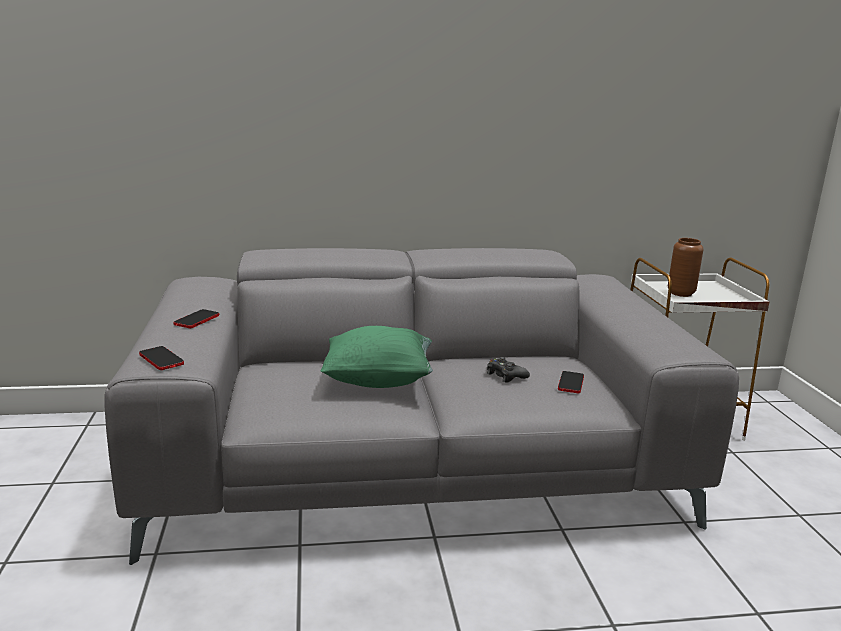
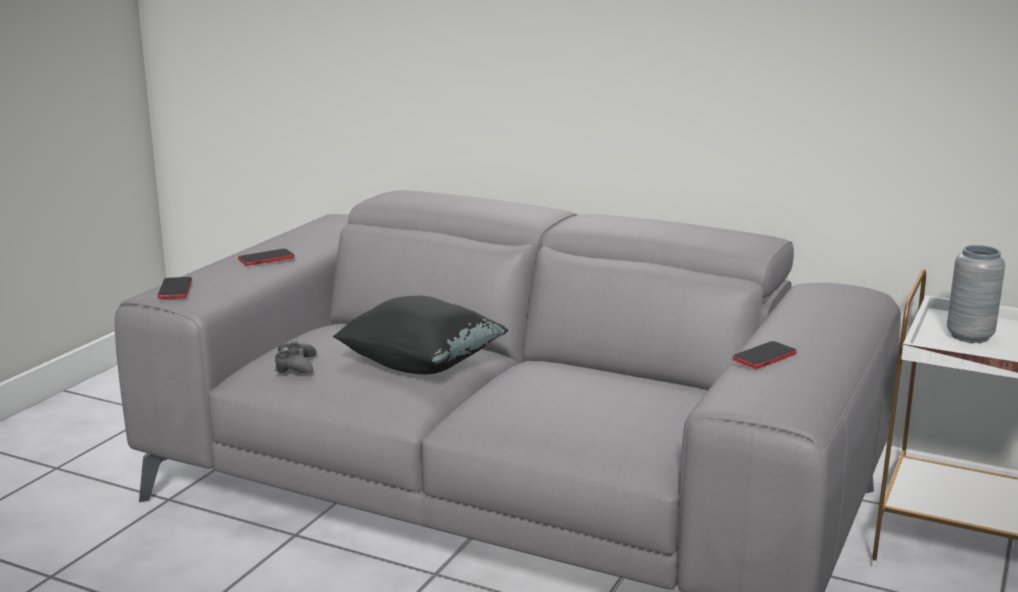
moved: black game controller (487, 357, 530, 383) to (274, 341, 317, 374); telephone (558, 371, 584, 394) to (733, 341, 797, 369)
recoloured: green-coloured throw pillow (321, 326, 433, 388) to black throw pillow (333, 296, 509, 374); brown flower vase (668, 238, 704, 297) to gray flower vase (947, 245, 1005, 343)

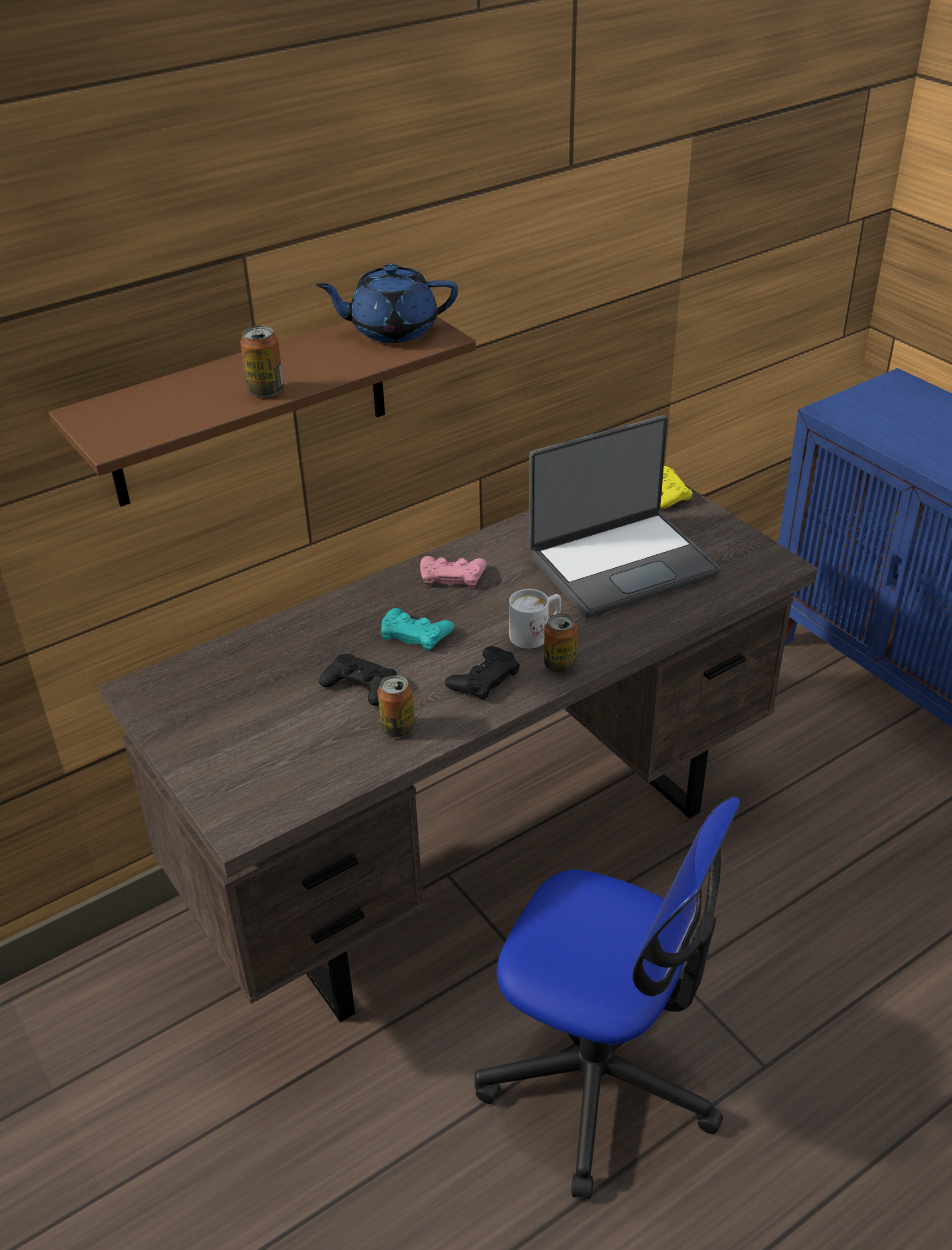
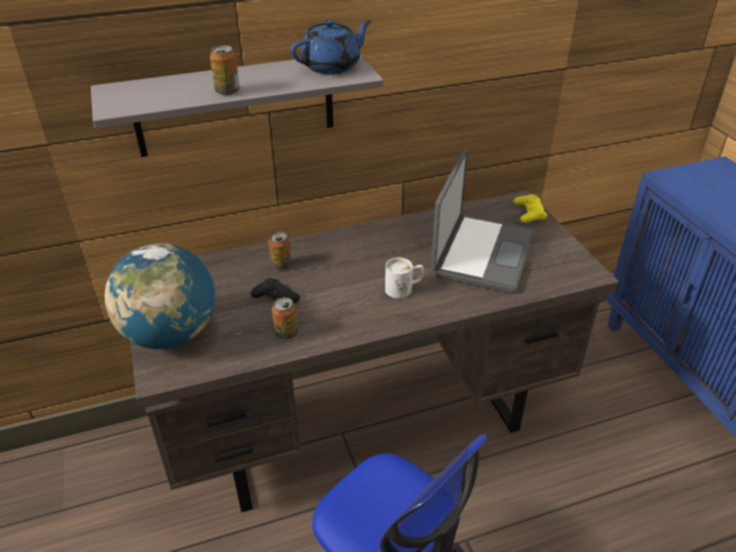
removed: blue-green game controller (380, 608, 454, 651); pink-coloured game controller (420, 556, 486, 588); black game controller (445, 646, 520, 700)
added: world globe (105, 243, 215, 349)
moved: can (544, 613, 577, 673) to (268, 232, 292, 270)
recoloured: brown wall shelf (48, 317, 476, 507) to gray wall shelf (91, 55, 383, 157)
turned: blue-coloured tea pot (316, 263, 458, 343) = (290, 19, 372, 74) 135 degrees clockwise; portable computer (529, 415, 721, 618) = (431, 150, 534, 294) 60 degrees counterclockwise

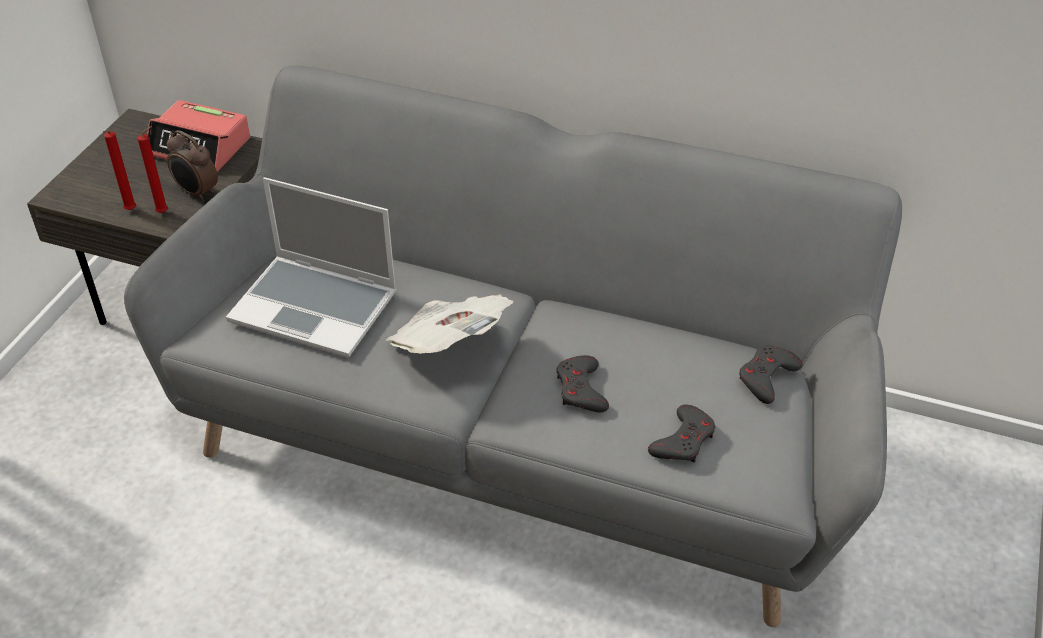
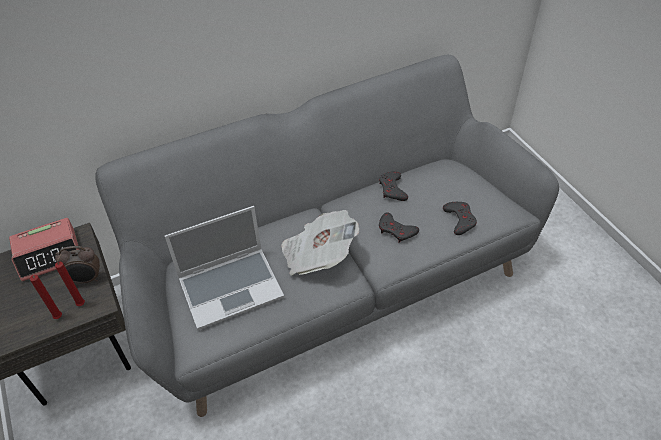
moved: gray game controller (739, 345, 803, 404) to (379, 171, 408, 201)

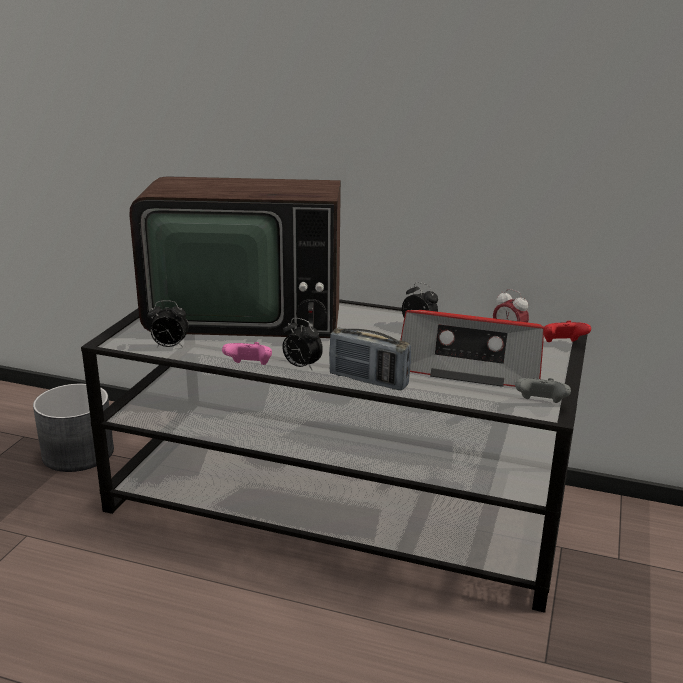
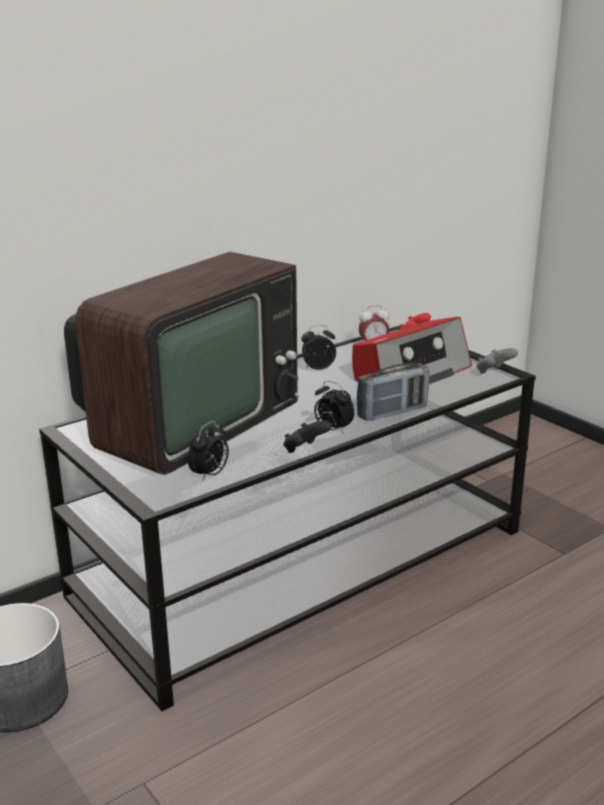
recoloured: pink-coloured game controller (222, 342, 272, 365) to black game controller (283, 420, 332, 453)
turned: bedside clock (282, 318, 323, 370) = (314, 381, 355, 434) 60 degrees clockwise

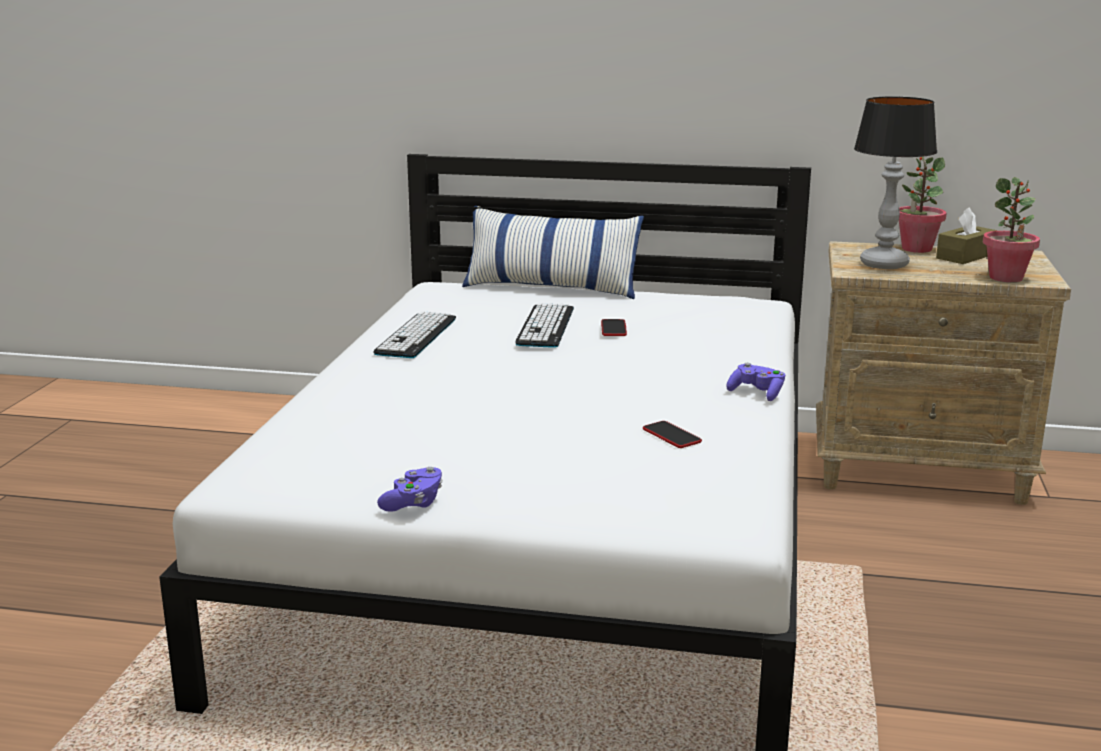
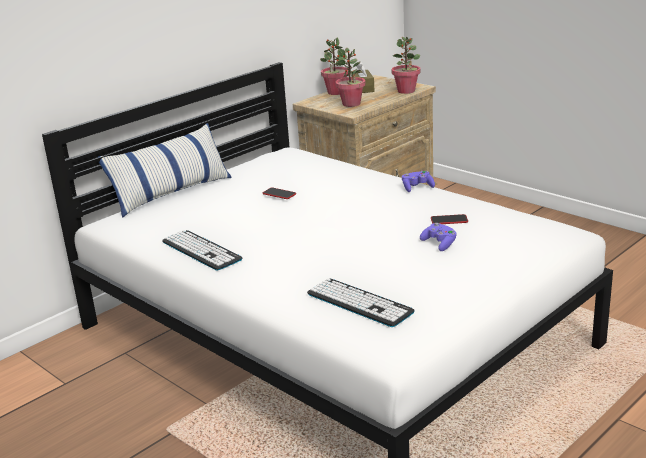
moved: purple game controller (377, 467, 443, 512) to (420, 223, 457, 251); keyboard (516, 303, 574, 348) to (307, 278, 415, 327)
replaced: lamp for a table (854, 96, 937, 269) to houseplant (335, 48, 366, 107)

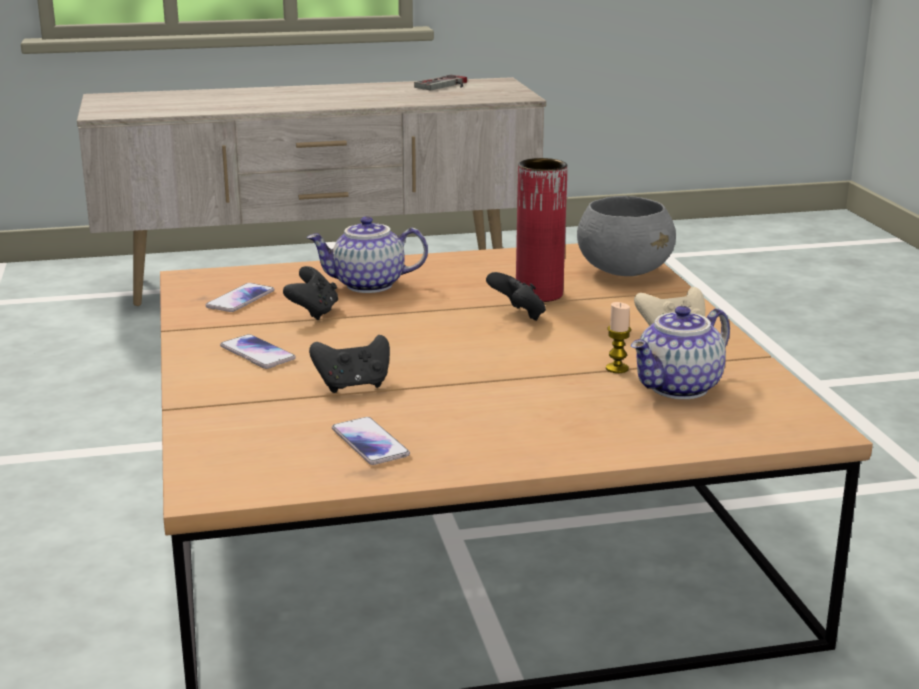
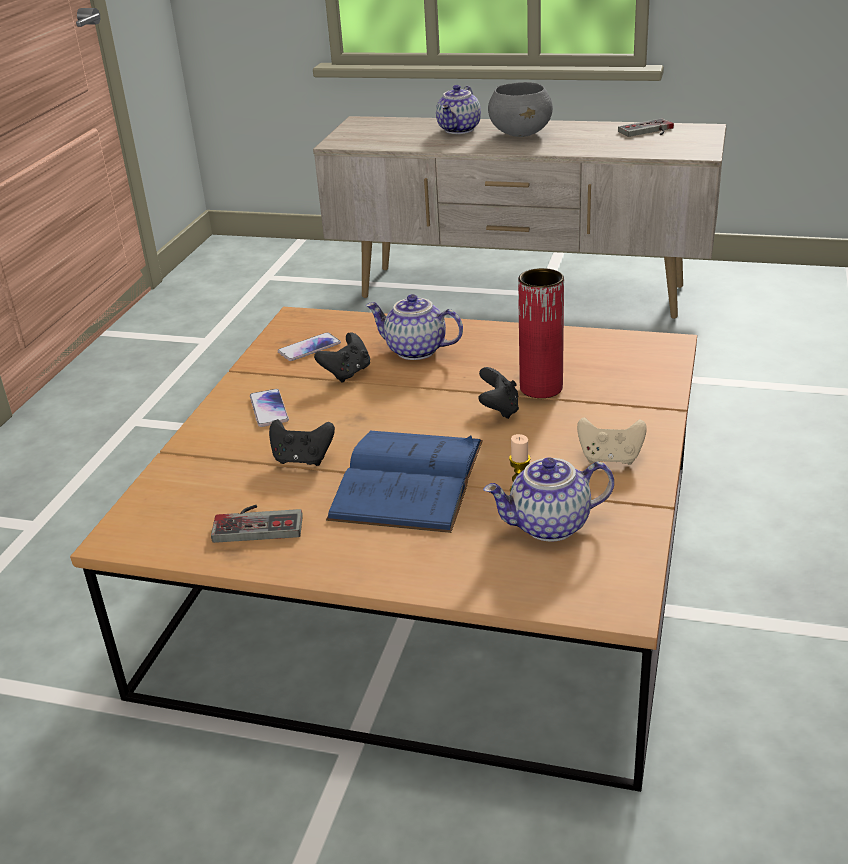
added: blue-coloured volume (326, 431, 483, 533); tea pot (436, 85, 481, 134)
moved: gray serving bowl (577, 196, 676, 276) to (488, 82, 553, 137)
replaced: telephone (332, 417, 410, 465) to game controller (211, 505, 303, 543)

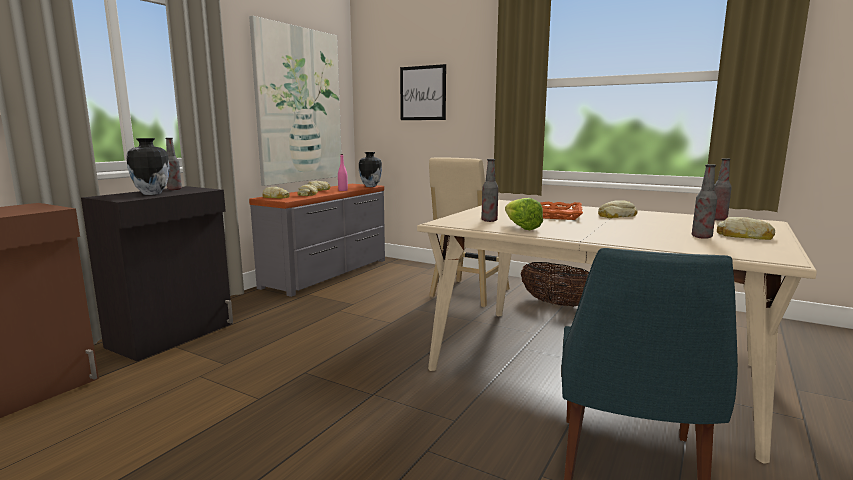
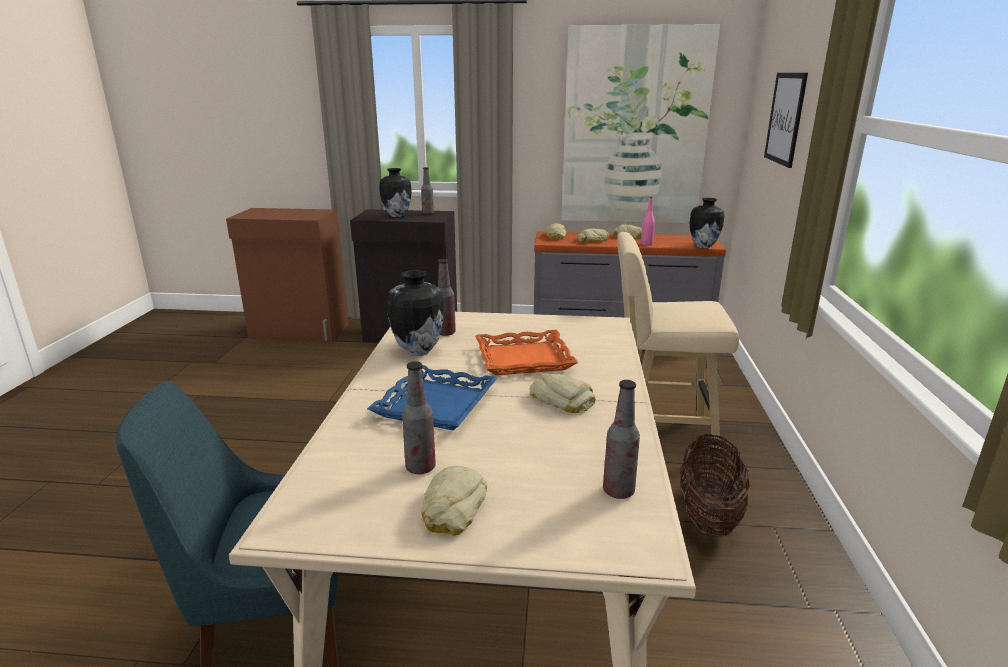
added: blue-coloured carrying tray (367, 365, 497, 430)
replaced: lettuce (505, 198, 543, 230) to flower vase (387, 270, 444, 356)

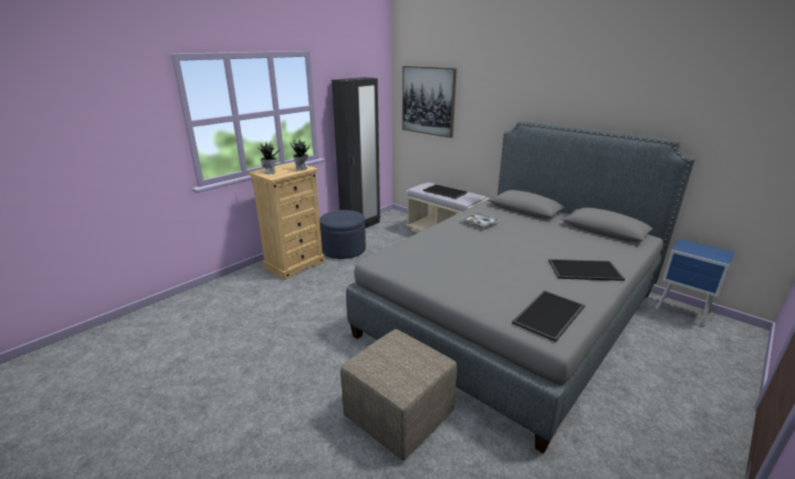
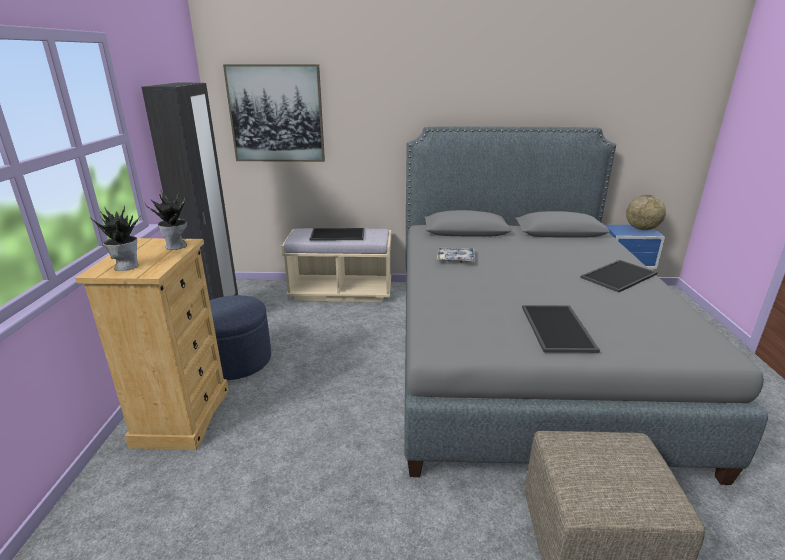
added: world globe (626, 195, 666, 230)
moved: carrying tray (512, 290, 585, 342) to (522, 305, 600, 353)

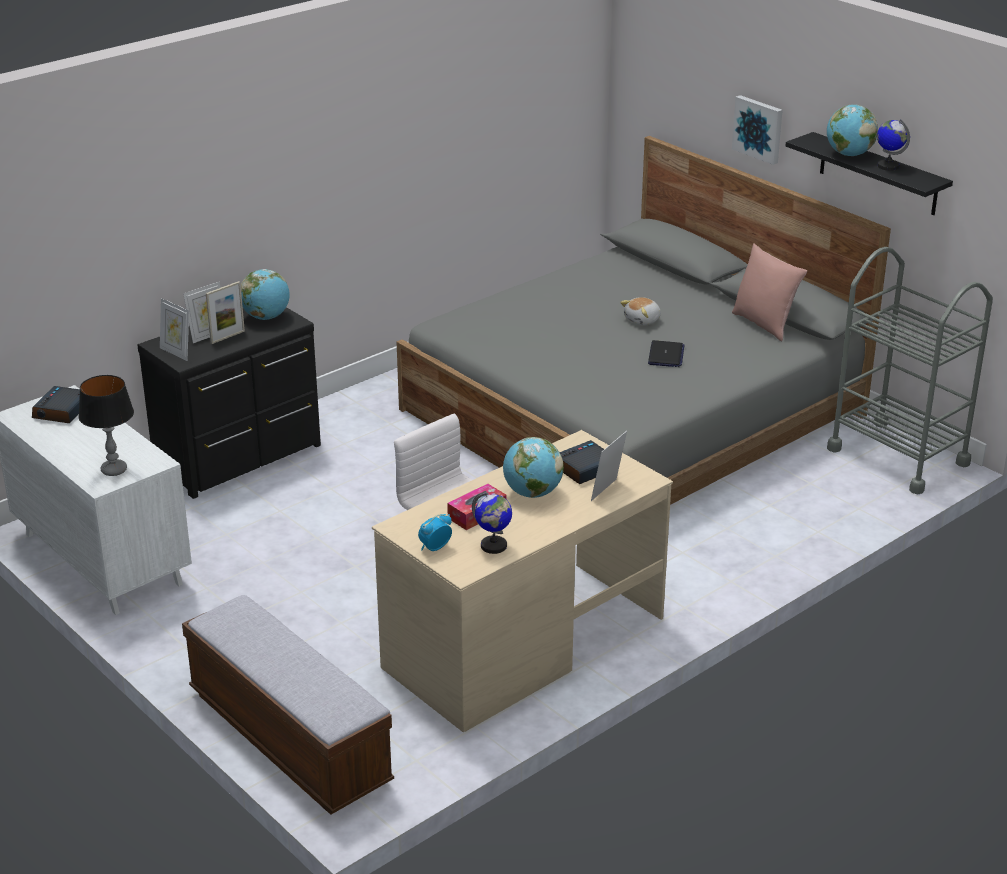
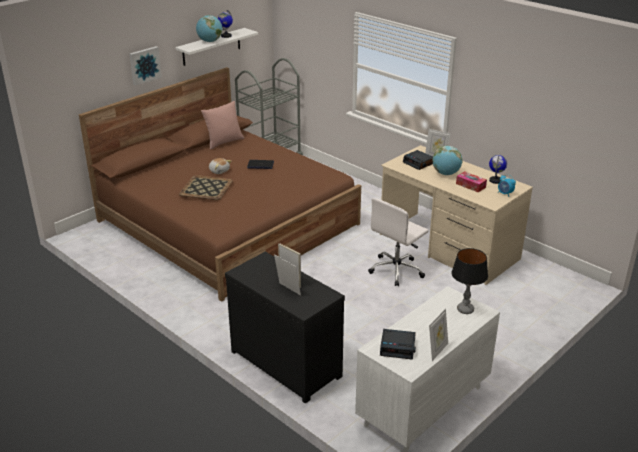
removed: long seat (182, 595, 394, 815); world globe (241, 269, 290, 320)
added: carrying tray (179, 175, 233, 200)
moved: photo frame (160, 298, 189, 361) to (429, 308, 448, 361)
recoloured: gray bed (397, 136, 891, 505) to brown bed (79, 67, 361, 302); black wall shelf (786, 132, 953, 215) to white-coloured wall shelf (175, 28, 258, 66)

